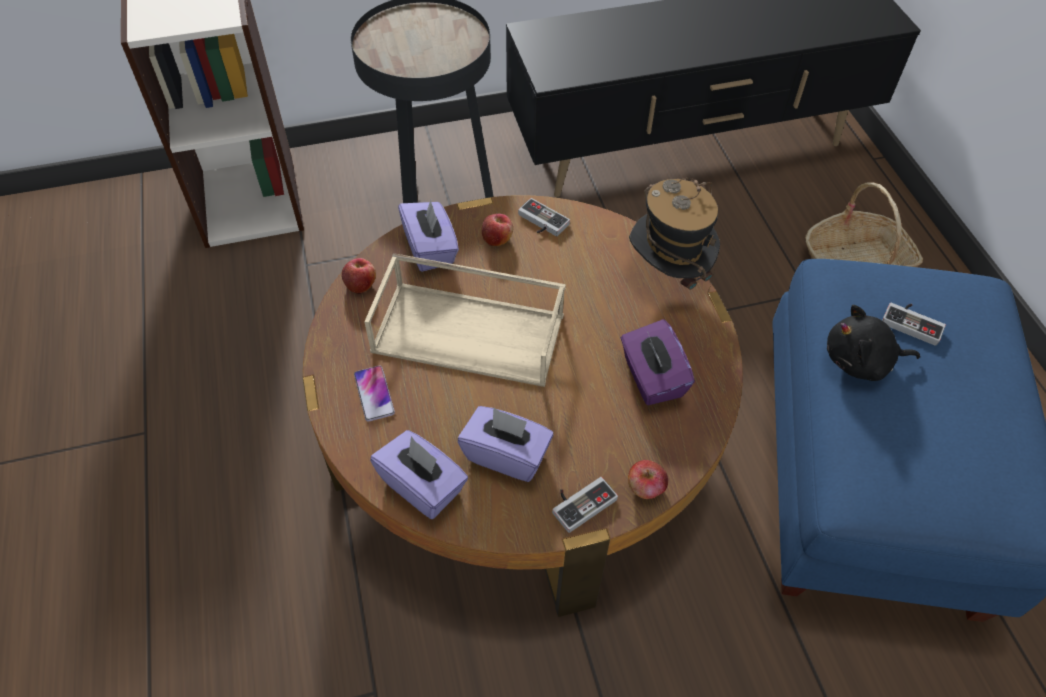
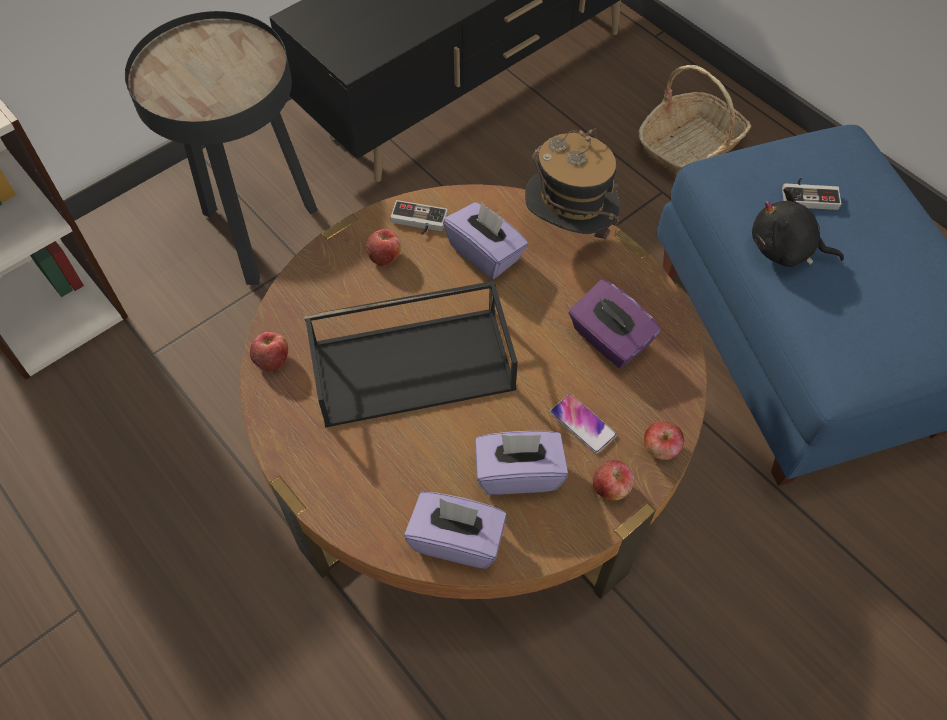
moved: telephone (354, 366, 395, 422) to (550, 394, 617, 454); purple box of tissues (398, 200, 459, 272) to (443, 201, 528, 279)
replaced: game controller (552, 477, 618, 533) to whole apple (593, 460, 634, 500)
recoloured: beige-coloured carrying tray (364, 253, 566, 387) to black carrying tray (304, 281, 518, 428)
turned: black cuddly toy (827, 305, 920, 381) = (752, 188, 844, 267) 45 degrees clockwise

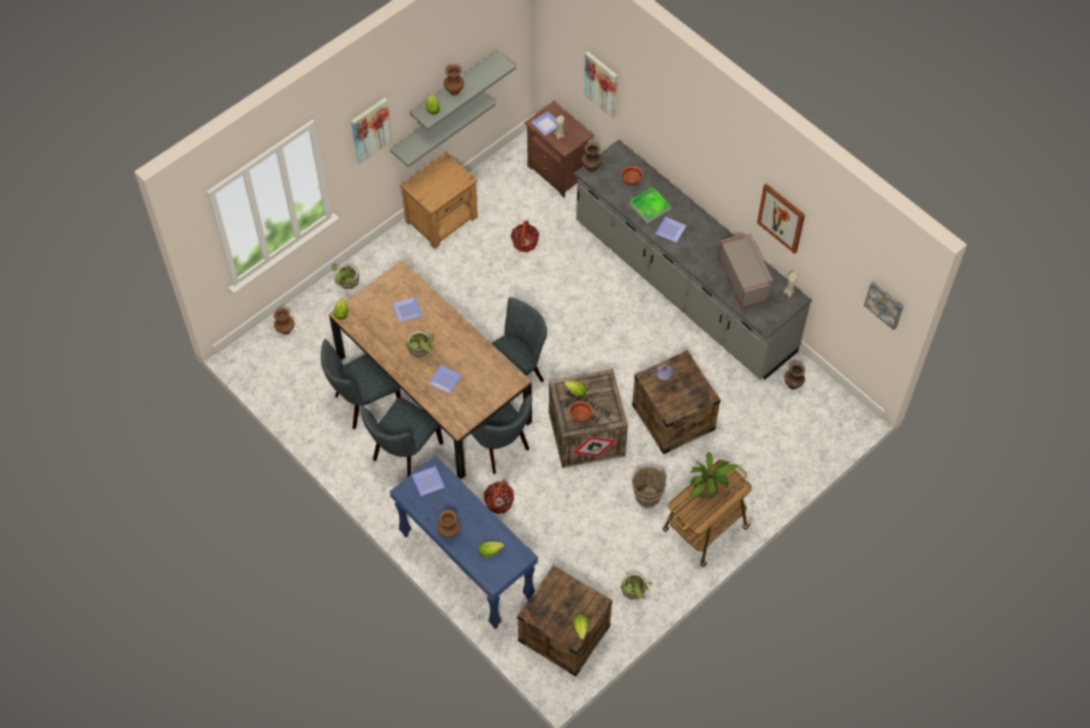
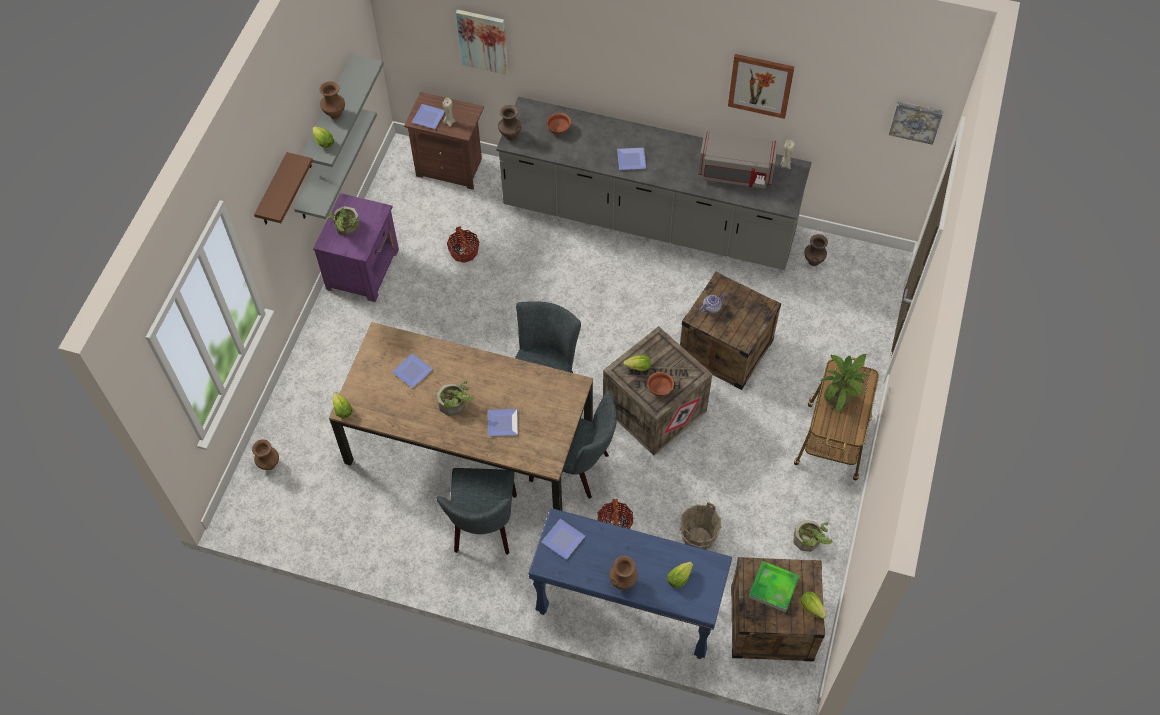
removed: gray chair (321, 339, 401, 429)
moved: houseplant (331, 262, 359, 289) to (327, 206, 360, 236); carrying tray (629, 187, 671, 224) to (748, 561, 800, 612); brown pail (632, 467, 667, 508) to (680, 502, 721, 550)
replaced: picture (351, 98, 392, 164) to brown wall shelf (254, 152, 313, 224)
recoloured: brown bedside table (400, 153, 478, 249) to purple bedside table (313, 193, 399, 302)
turned: gray microwave oven (718, 234, 773, 308) = (698, 131, 778, 188) 150 degrees clockwise

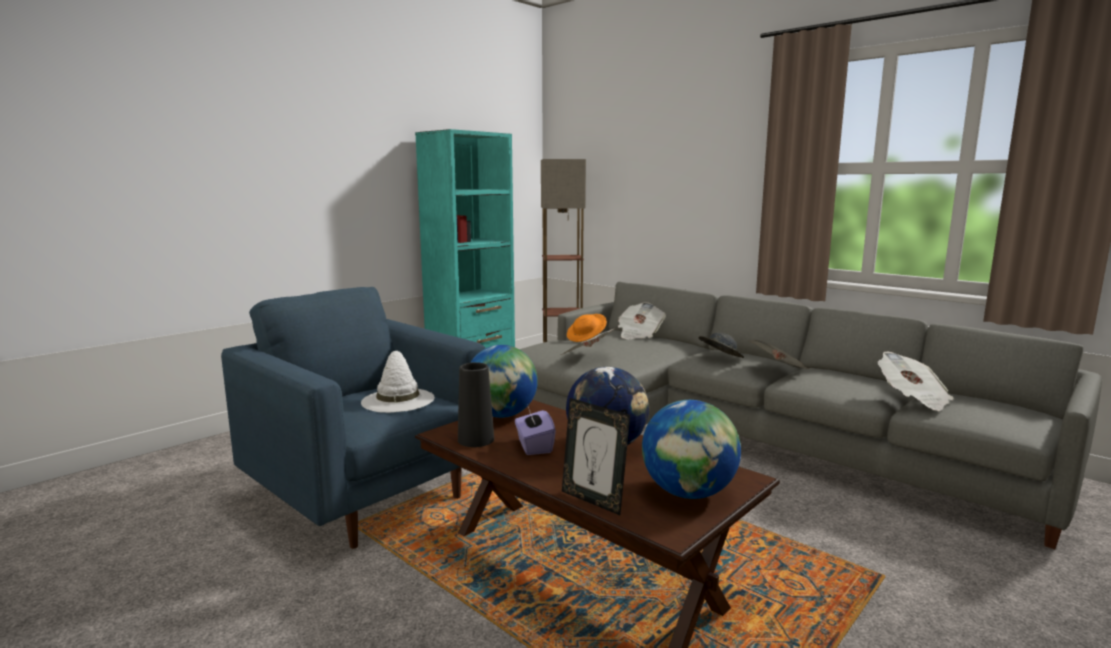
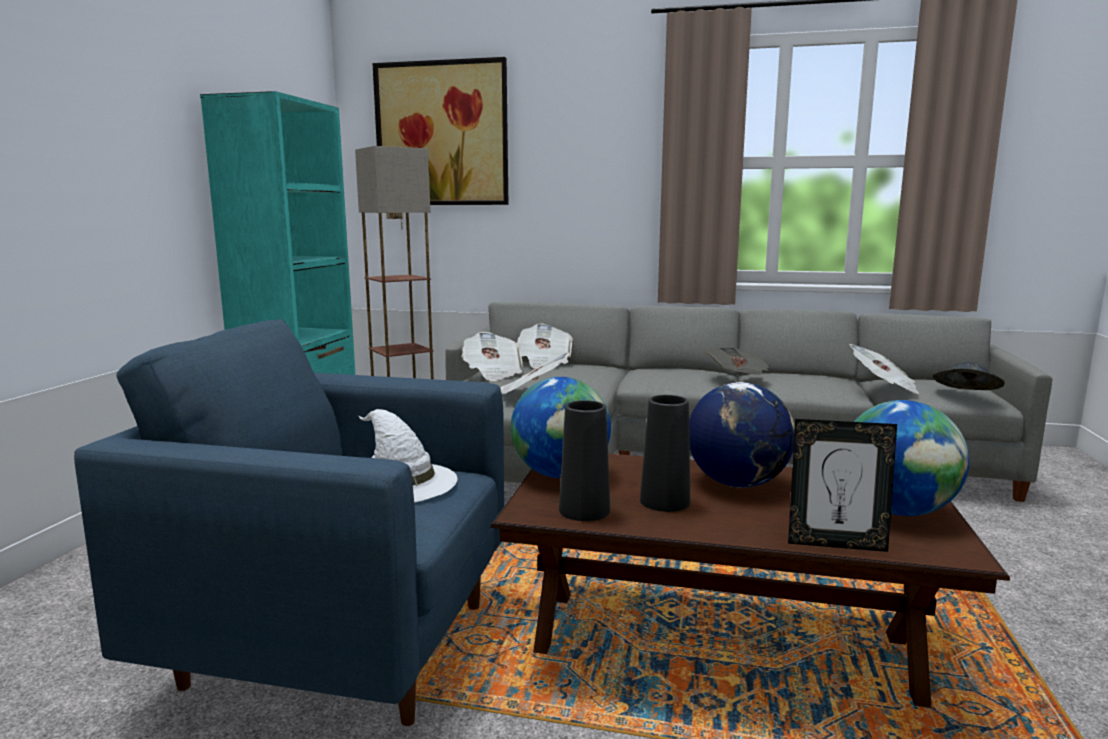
added: picture (372, 57, 508, 205)
moved: gray wearable hat (698, 332, 744, 358) to (932, 361, 1005, 390)
replaced: purple box of tissues (515, 407, 556, 455) to black flower vase (640, 395, 690, 512); orangey wearable hat (567, 314, 607, 342) to printed paper (461, 332, 523, 381)

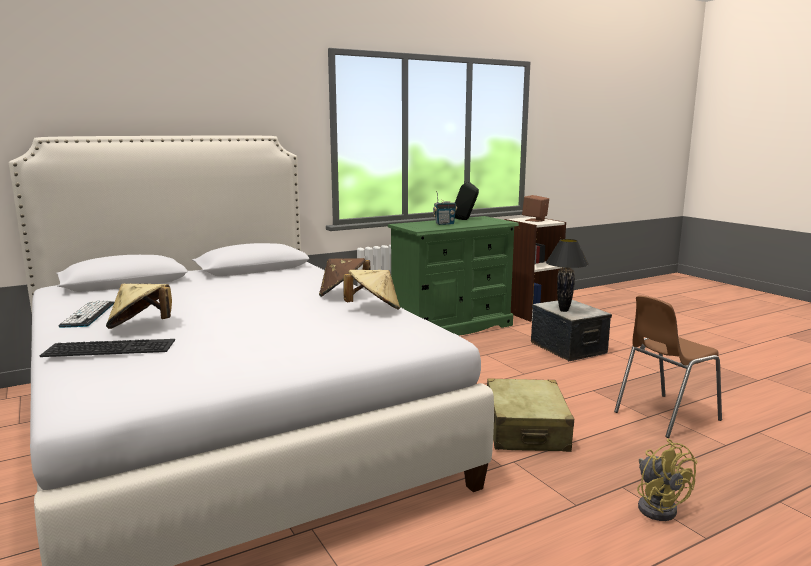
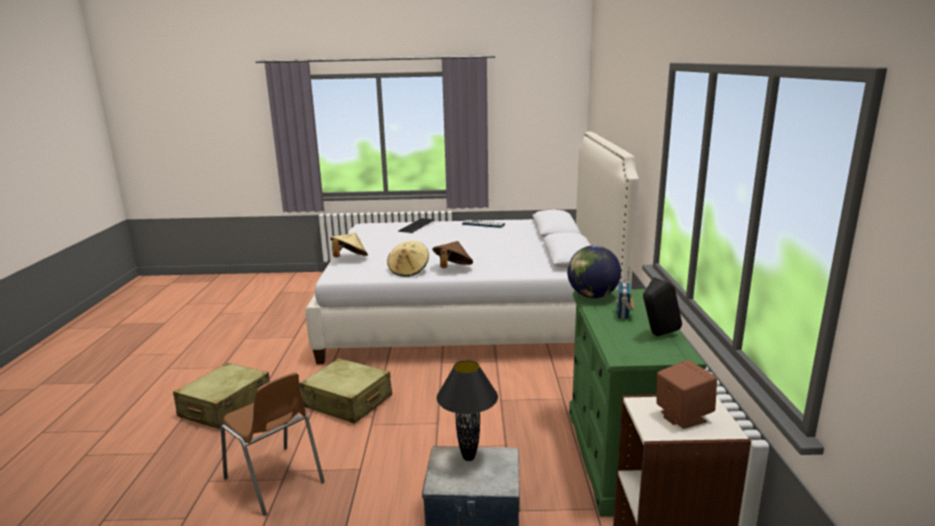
added: world globe (567, 245, 621, 298)
moved: beige-coloured wearable hat (106, 284, 172, 329) to (330, 233, 368, 258)
replaced: yellowish fan (637, 439, 697, 521) to beige-coloured travel case (173, 363, 270, 429)
turned: brown chair (614, 295, 722, 438) = (221, 373, 325, 516) 135 degrees clockwise

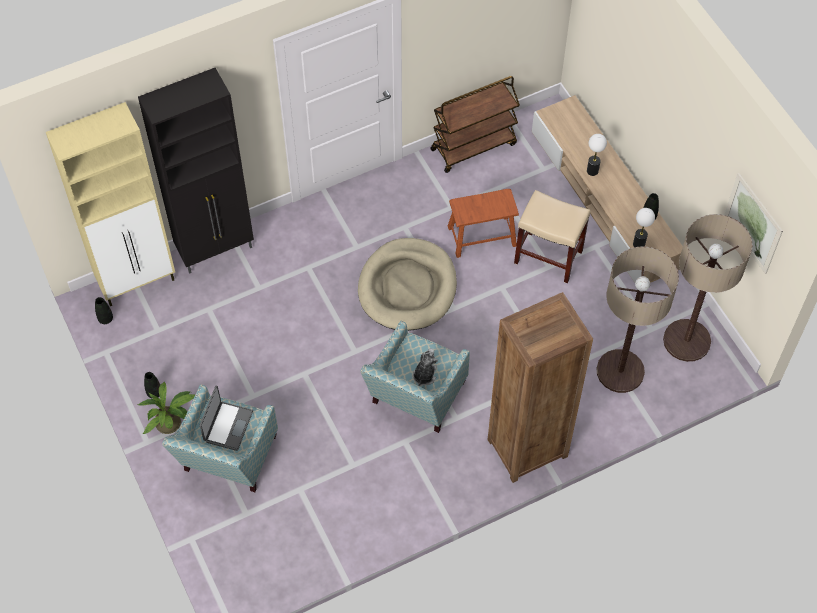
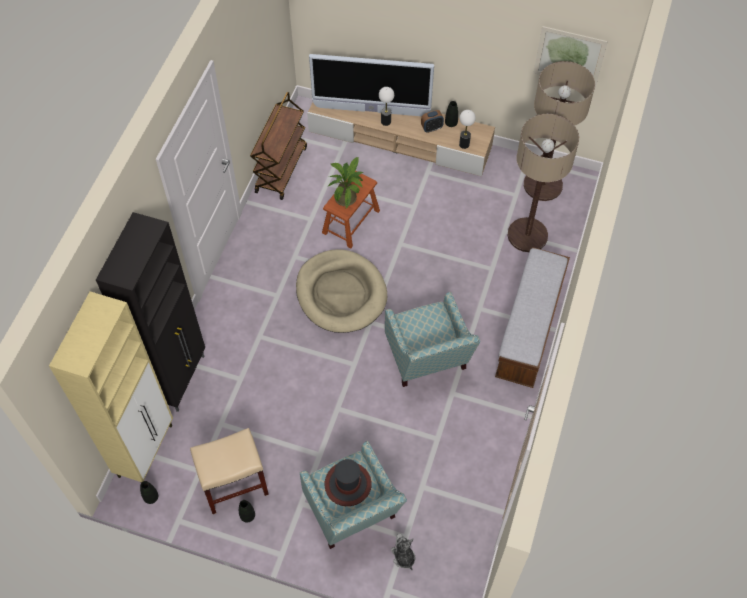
added: television (309, 54, 434, 116); bedside clock (421, 110, 444, 133)
moved: houseplant (138, 382, 195, 434) to (328, 157, 364, 208); cuddly toy (413, 348, 438, 386) to (391, 533, 415, 570); beige-coloured stool (514, 190, 591, 283) to (190, 428, 269, 514)
replaced: portable computer (200, 385, 253, 451) to wearable hat (325, 459, 372, 506); brown bookcase (488, 292, 593, 483) to long seat (495, 247, 570, 388)

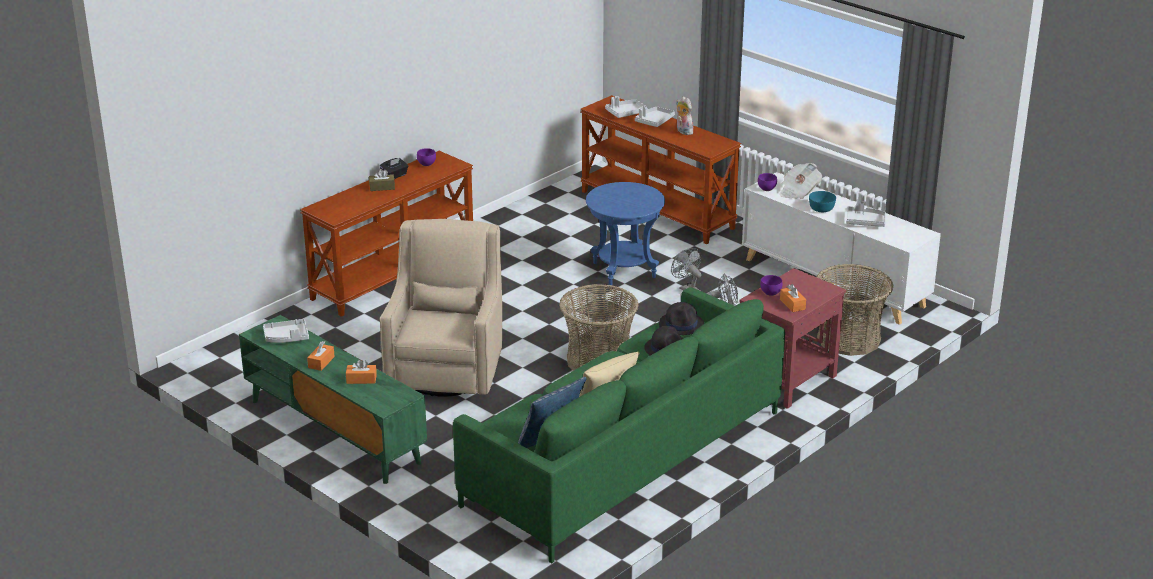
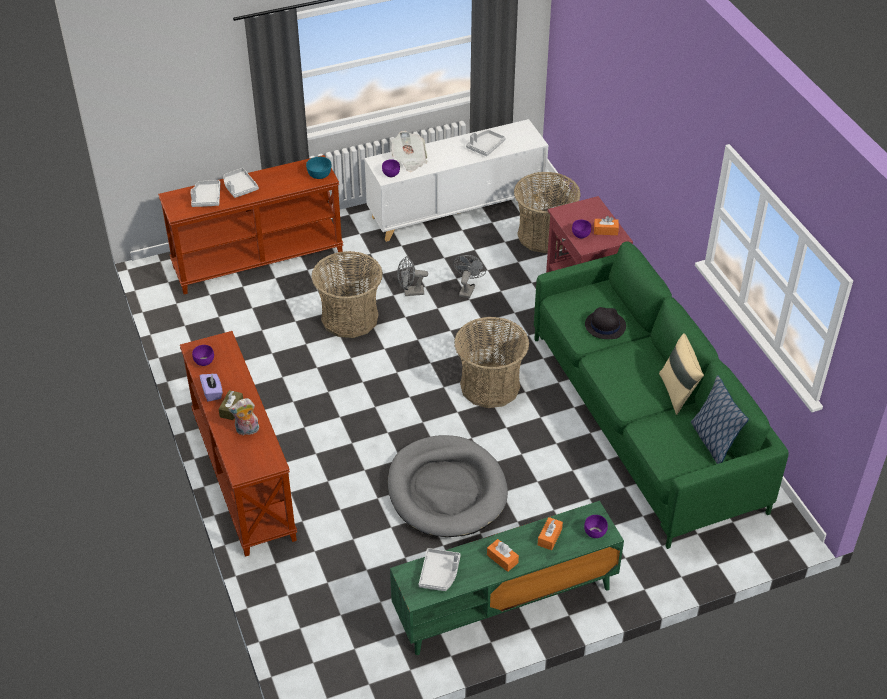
removed: black wearable hat (659, 302, 704, 335)
added: purple serving bowl (584, 515, 608, 538)
moved: cuddly toy (676, 96, 693, 135) to (228, 398, 259, 436); blue-green serving bowl (809, 191, 836, 212) to (306, 157, 331, 179)
replaced: beige-coloured lounge chair (379, 219, 502, 397) to gray pet bed (388, 435, 508, 537); blue-coloured accent table (586, 182, 665, 285) to storage basket (311, 251, 383, 338)
recoloured: black box of tissues (380, 158, 408, 179) to purple box of tissues (200, 374, 223, 402)

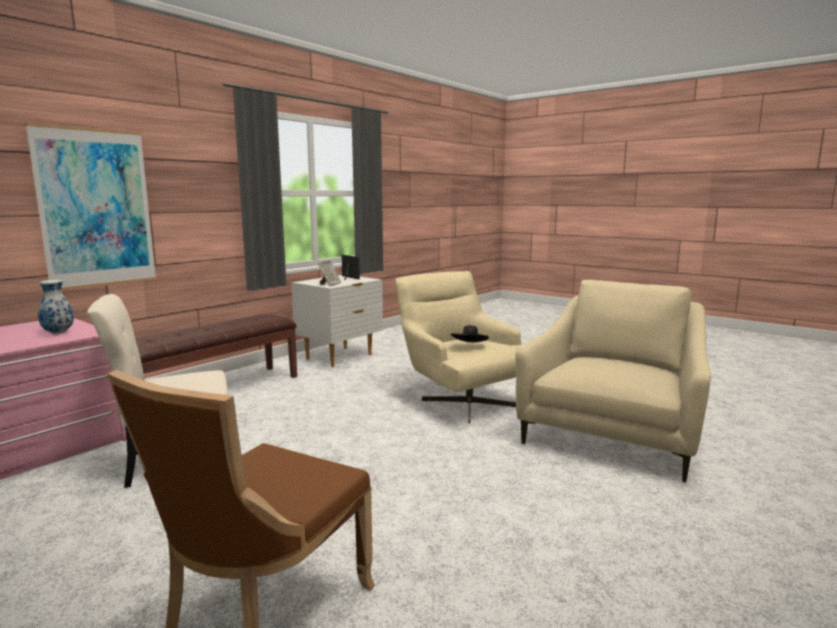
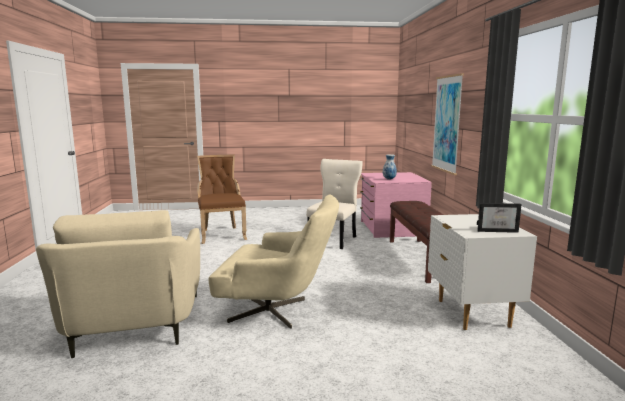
removed: photo frame (318, 260, 341, 286); black wearable hat (451, 325, 489, 343)

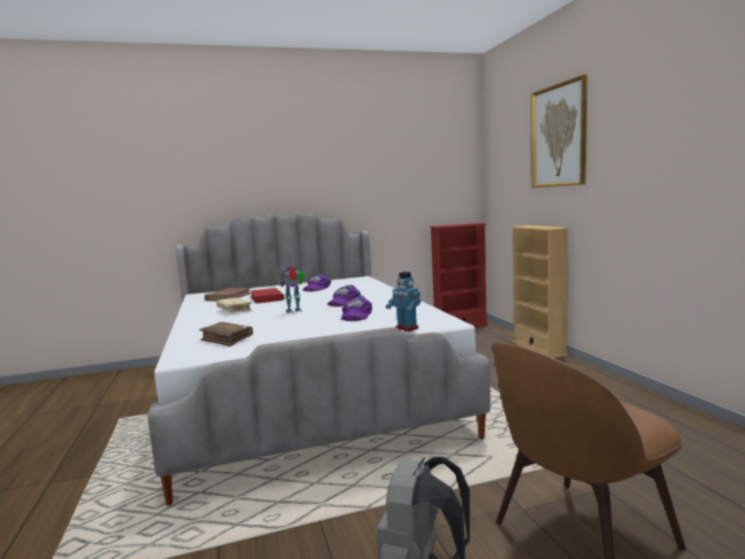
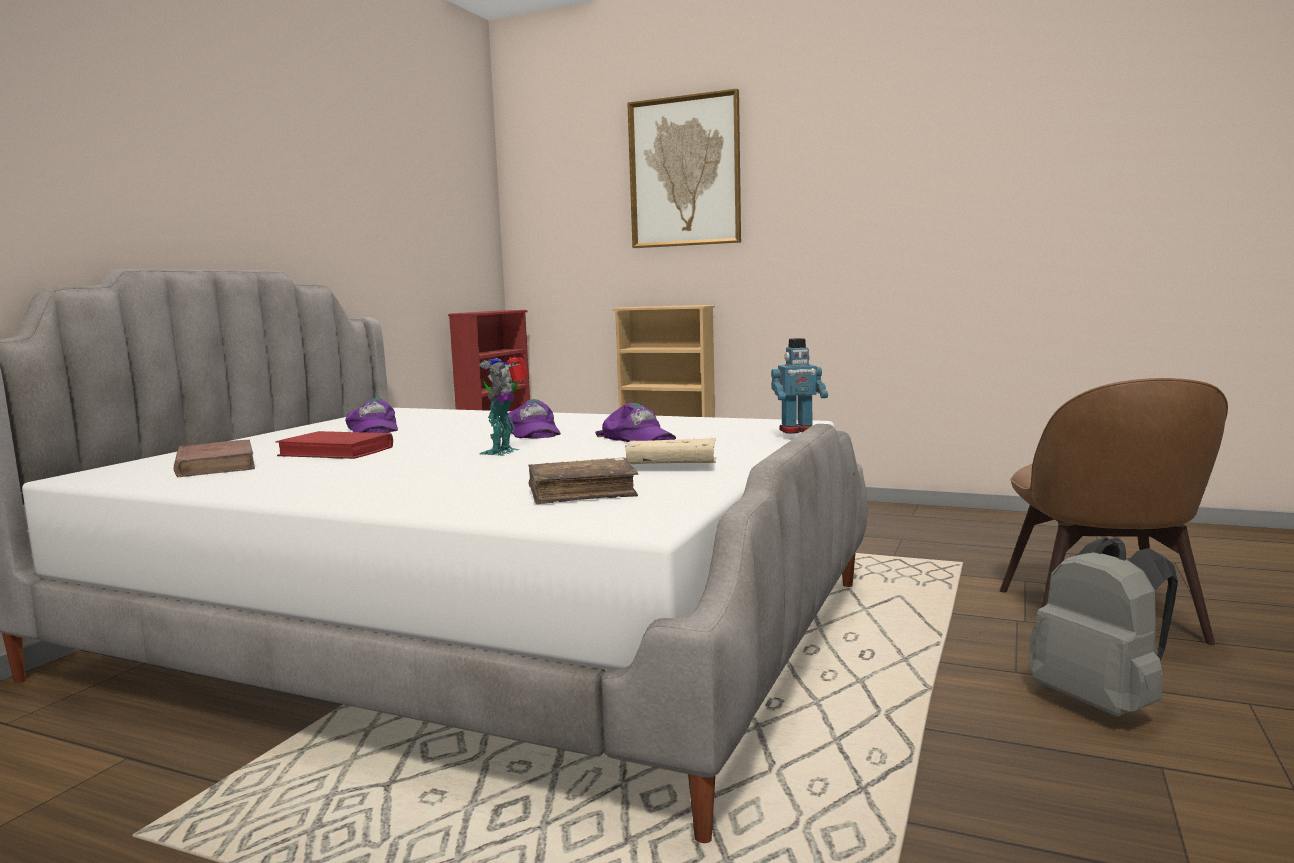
moved: beige-coloured volume (216, 298, 253, 312) to (625, 438, 717, 464)

